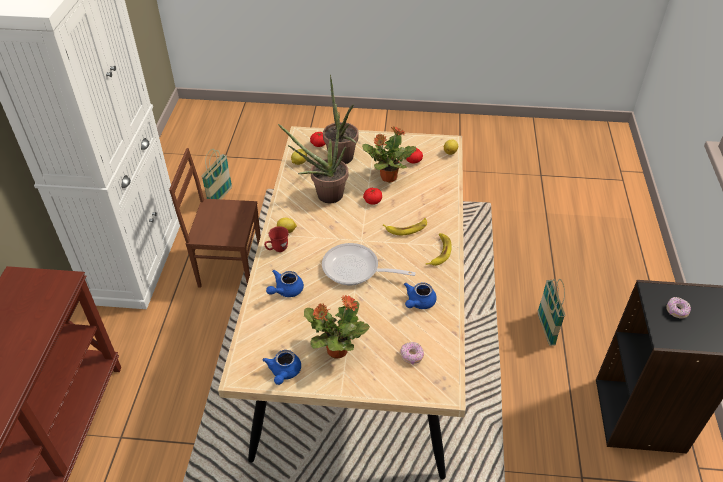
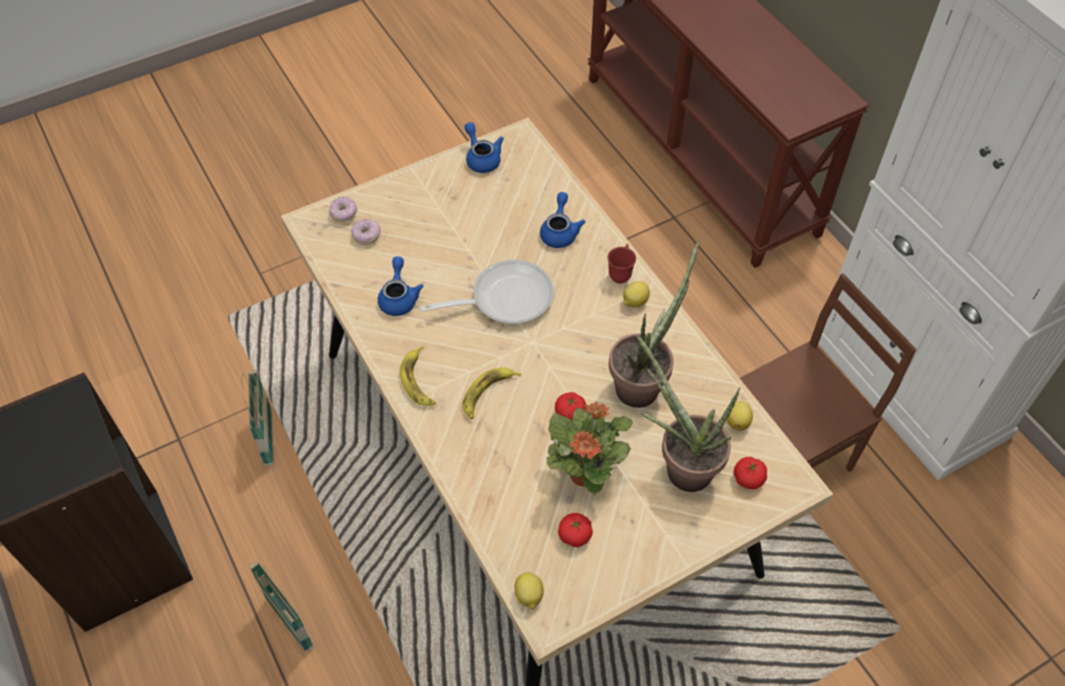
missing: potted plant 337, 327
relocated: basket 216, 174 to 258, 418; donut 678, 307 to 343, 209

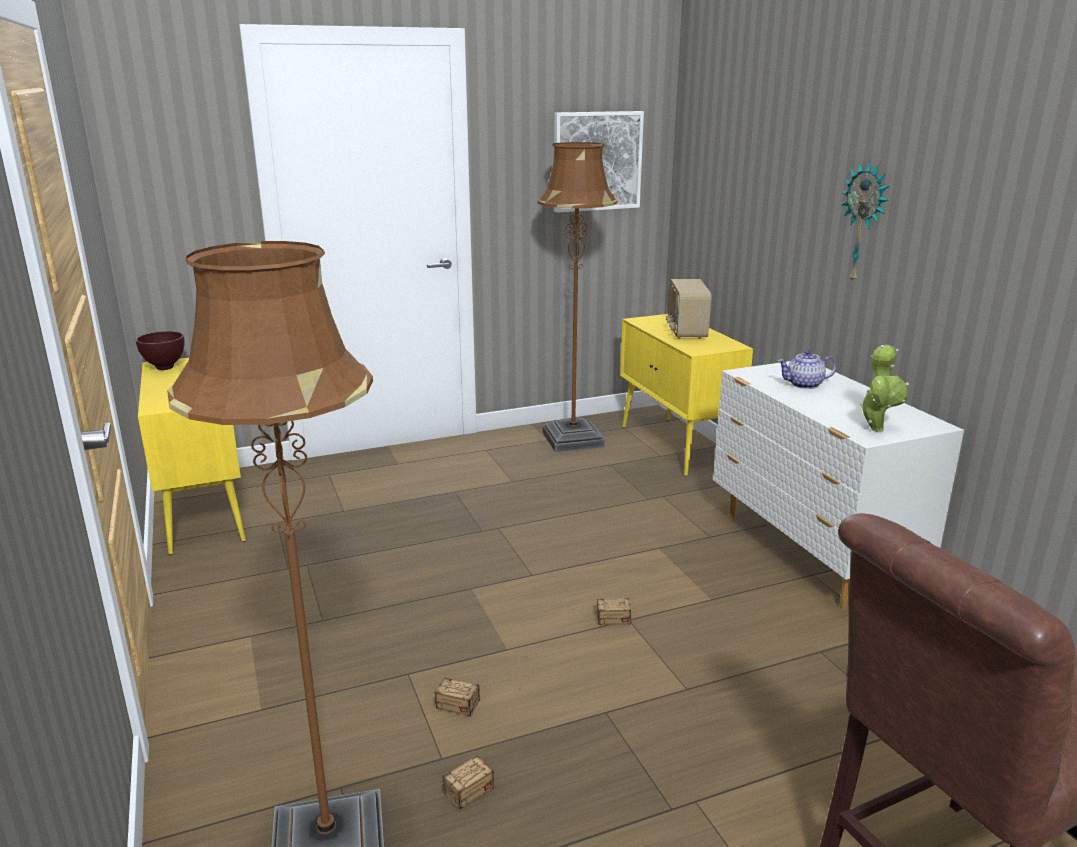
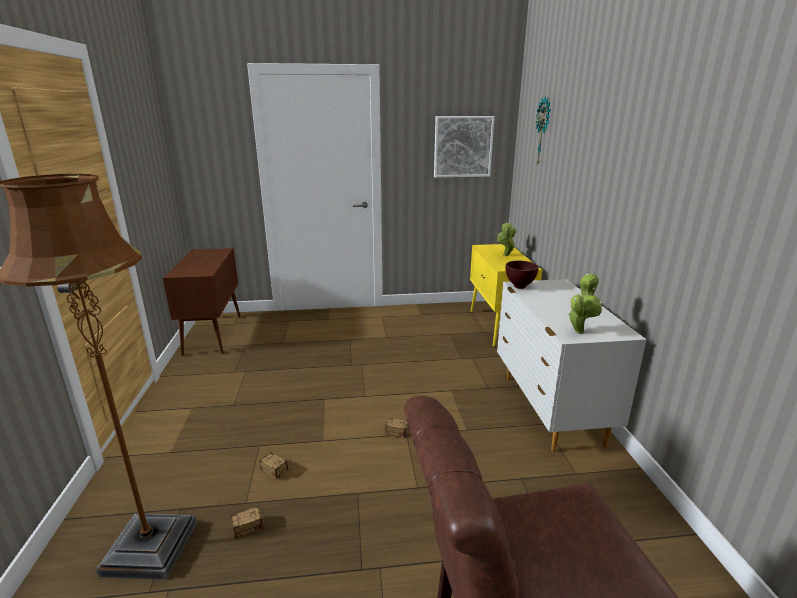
missing: brown floor lamp 577, 297; teapot 807, 369
relocated: brown bowl 160, 350 to 522, 275; wall clock 865, 221 to 543, 131
exchanged: radio 688, 309 to potted plant 506, 239
colour: yellow cabinet 192, 456 to brown cabinet 201, 302

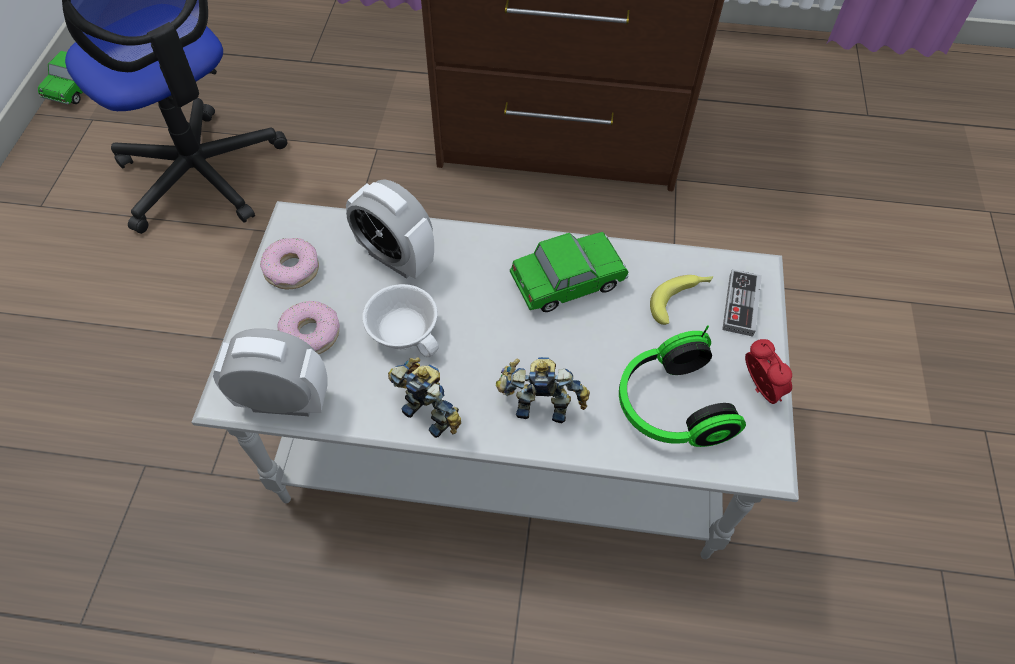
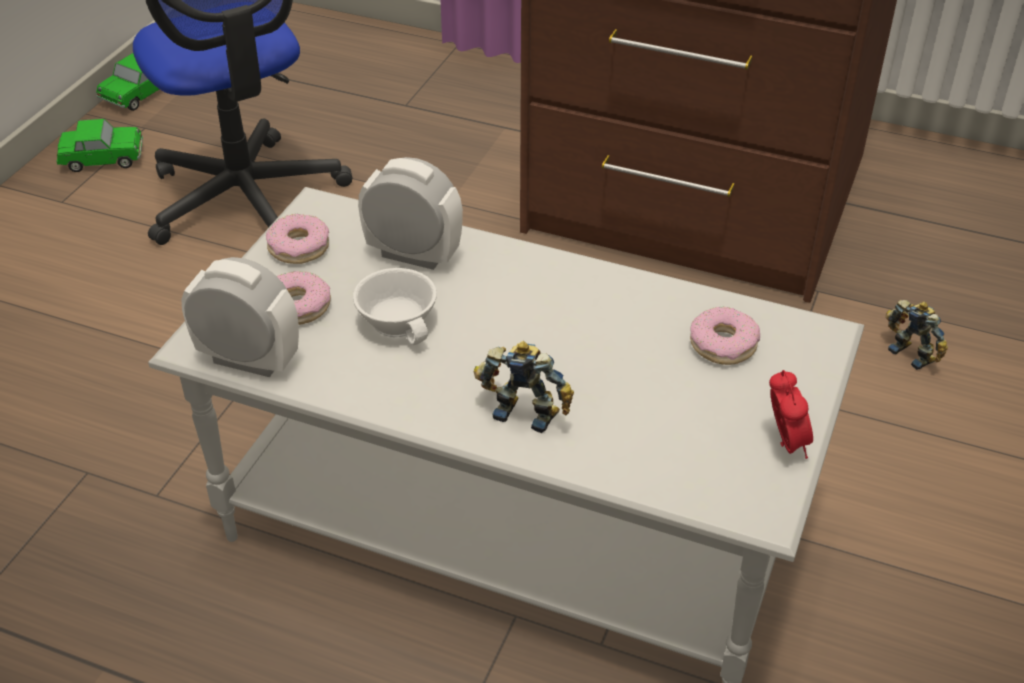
missing: headphones 682, 386; game controller 742, 303
relocated: toy robot 424, 398 to 916, 335; toy car 569, 272 to 100, 145
exchanged: banana 681, 300 to donut 725, 336
spun: alarm clock 390, 229 = 410, 213 150 degrees clockwise

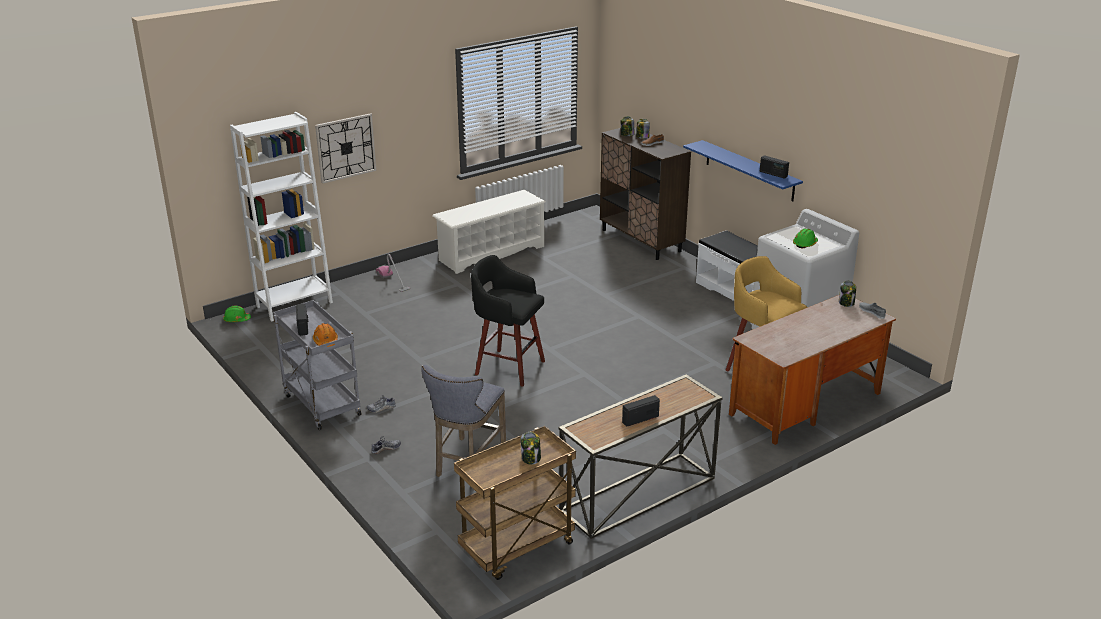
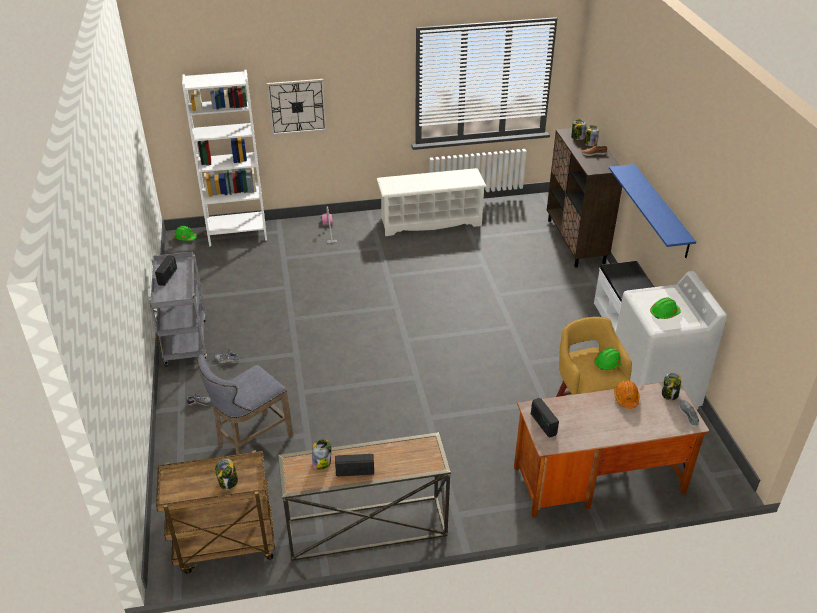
missing: black stool 508, 321
appeared: jar 321, 455; green hard hat 608, 359
relocated: orange hard hat 325, 335 to 627, 394; radio 774, 167 to 545, 418

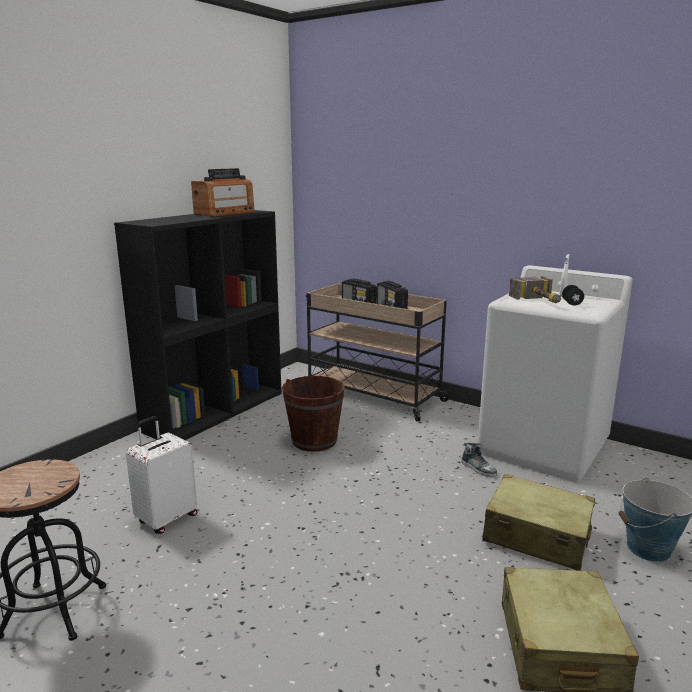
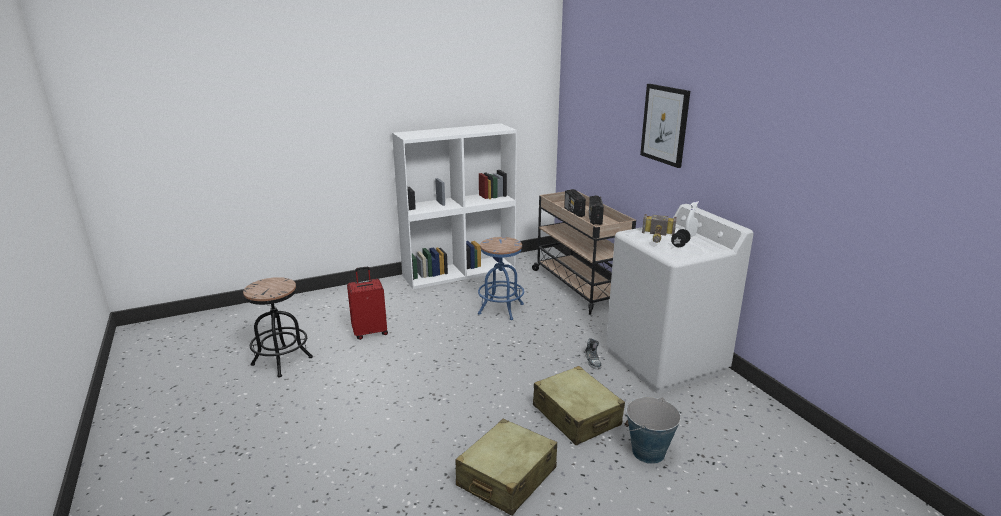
missing: radio 223, 192
appeared: picture 665, 126
exchanged: brown bucket 313, 414 to blue stool 501, 278
colour: black bookcase 198, 325 to white bookcase 454, 206; white suitcase 161, 475 to red suitcase 367, 303

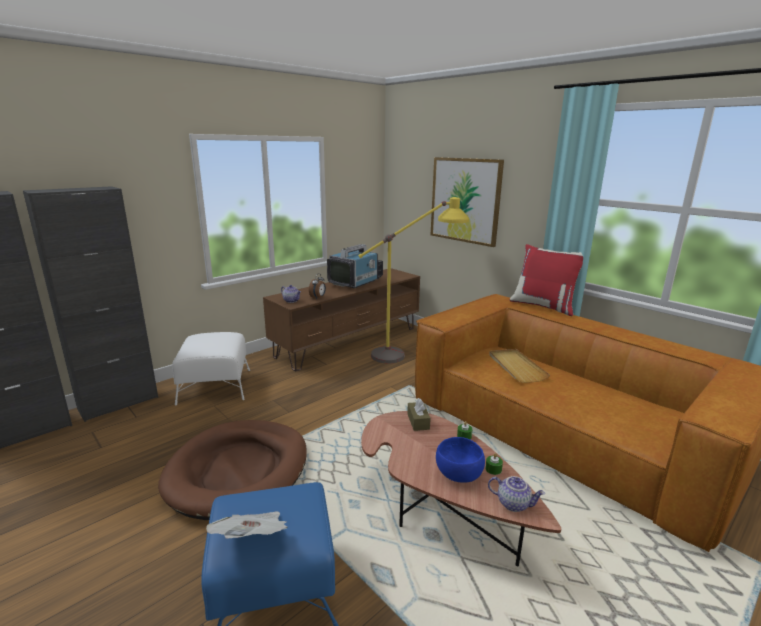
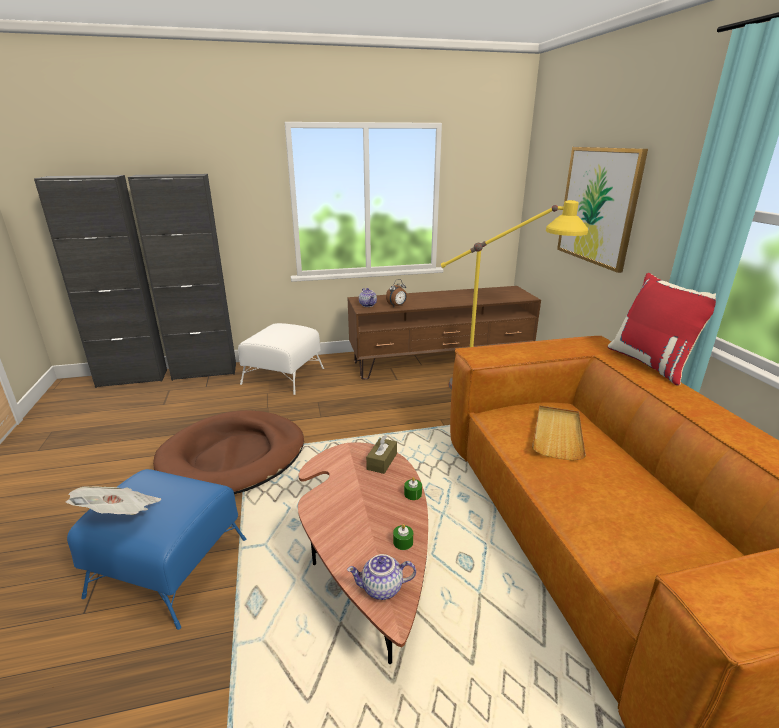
missing: television 355, 266; blue bowl 460, 460
spun: teapot 516, 494 = 381, 577 120 degrees clockwise

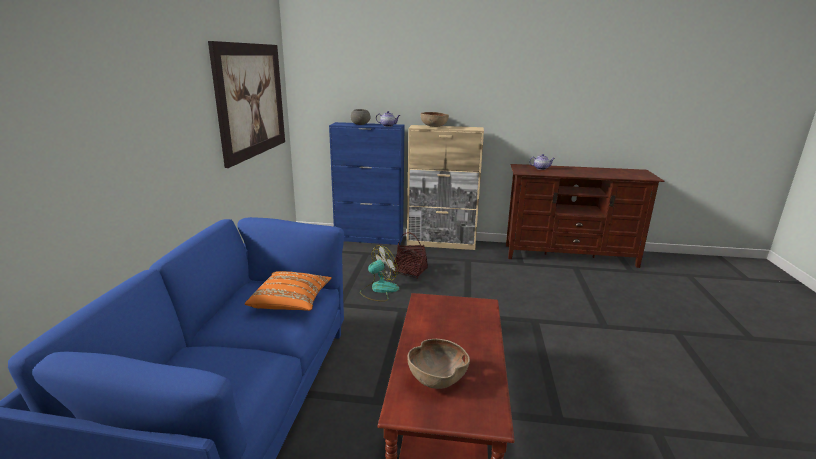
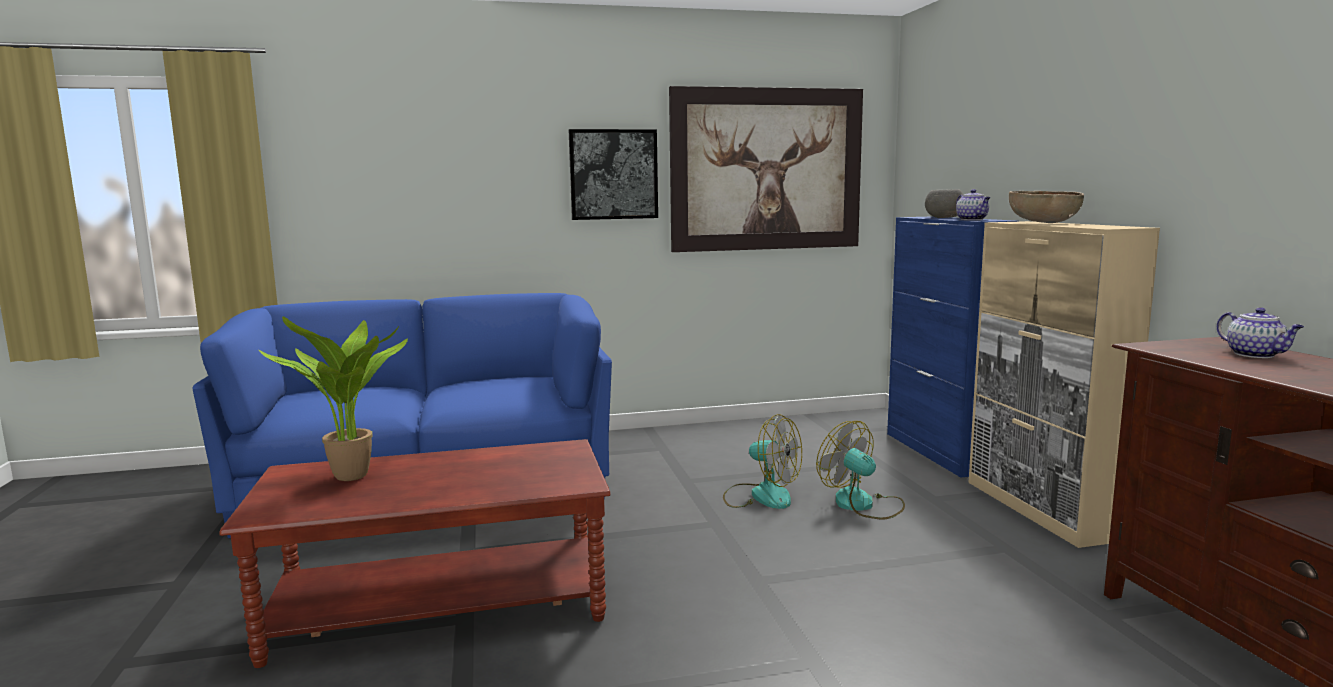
missing: orange pillow 288, 291
appeared: picture 613, 174
exchanged: basket 410, 255 to fan 860, 470; brown bowl 438, 364 to potted plant 333, 398

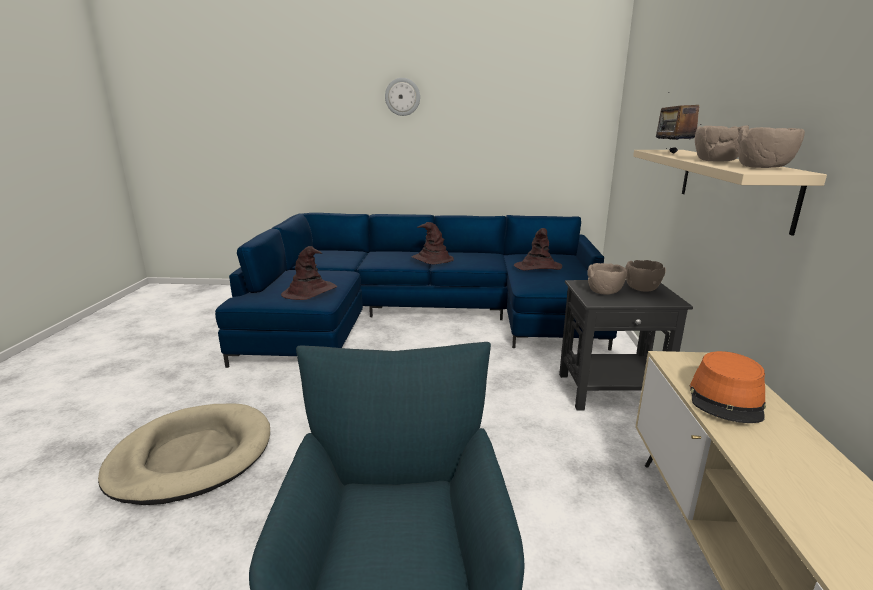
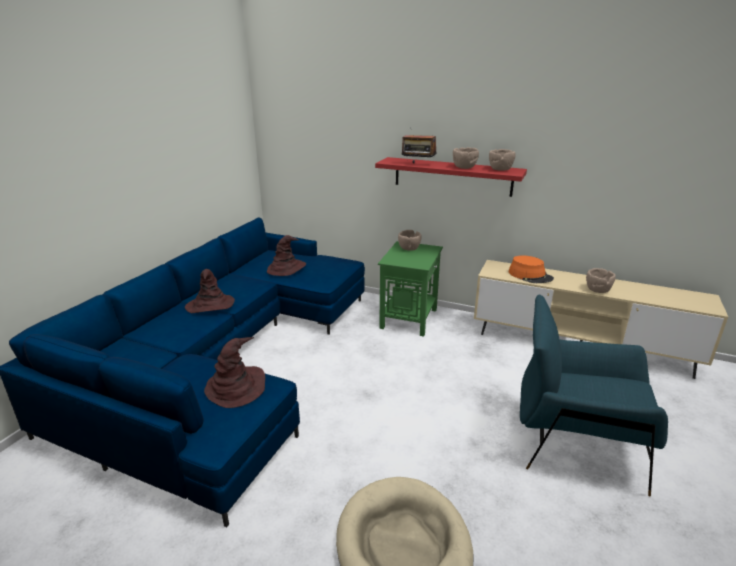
missing: wall clock 402, 97
relocated: brown bowl 607, 279 to 601, 280
colour: black side table 626, 345 to green side table 410, 288; beige shelf 730, 192 to red shelf 451, 177

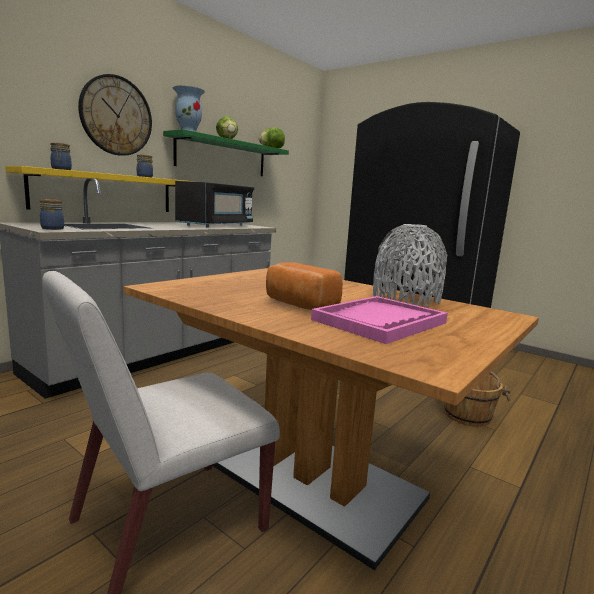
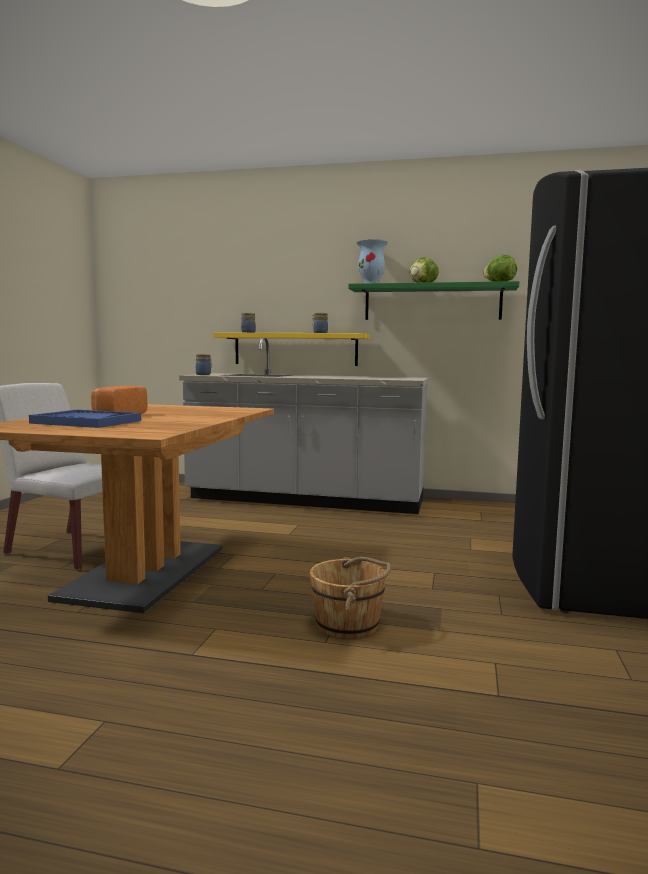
missing: wall clock 115, 115; black microwave 214, 204; grey vase 410, 265
colour: pink tray 379, 320 to blue tray 85, 419

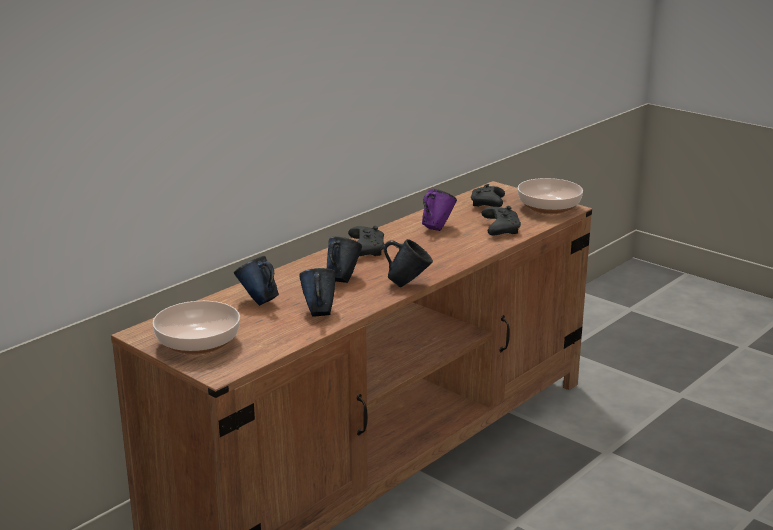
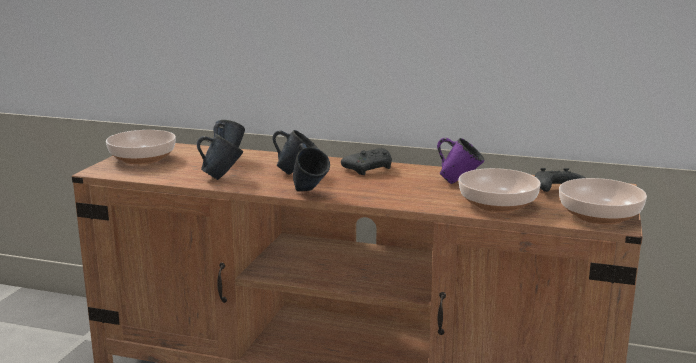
exchanged: black game controller 501, 220 to bowl 500, 190

